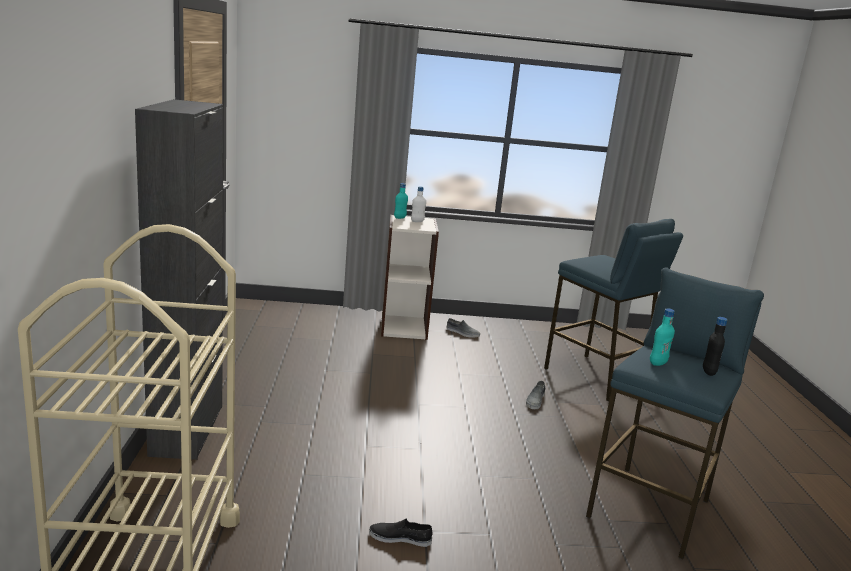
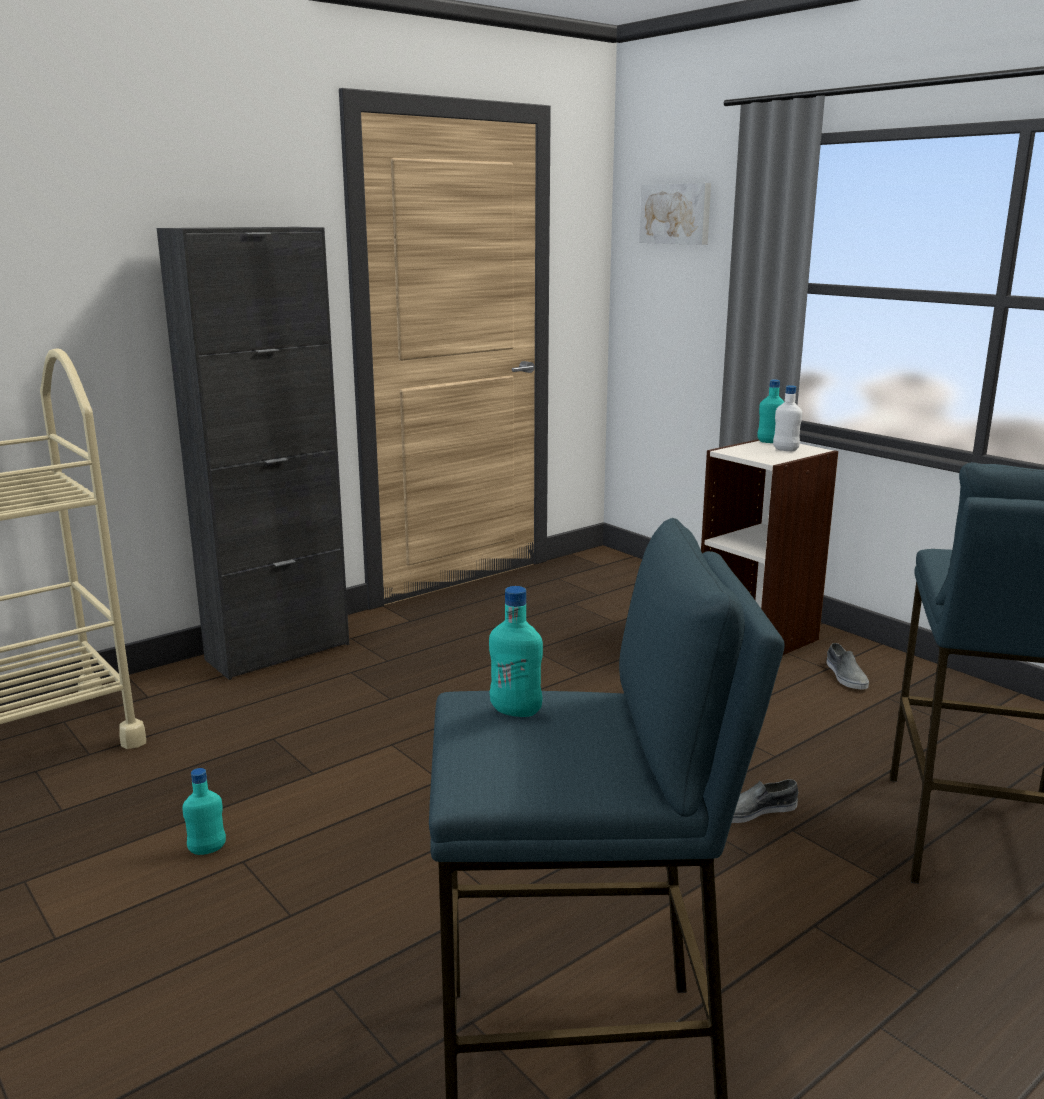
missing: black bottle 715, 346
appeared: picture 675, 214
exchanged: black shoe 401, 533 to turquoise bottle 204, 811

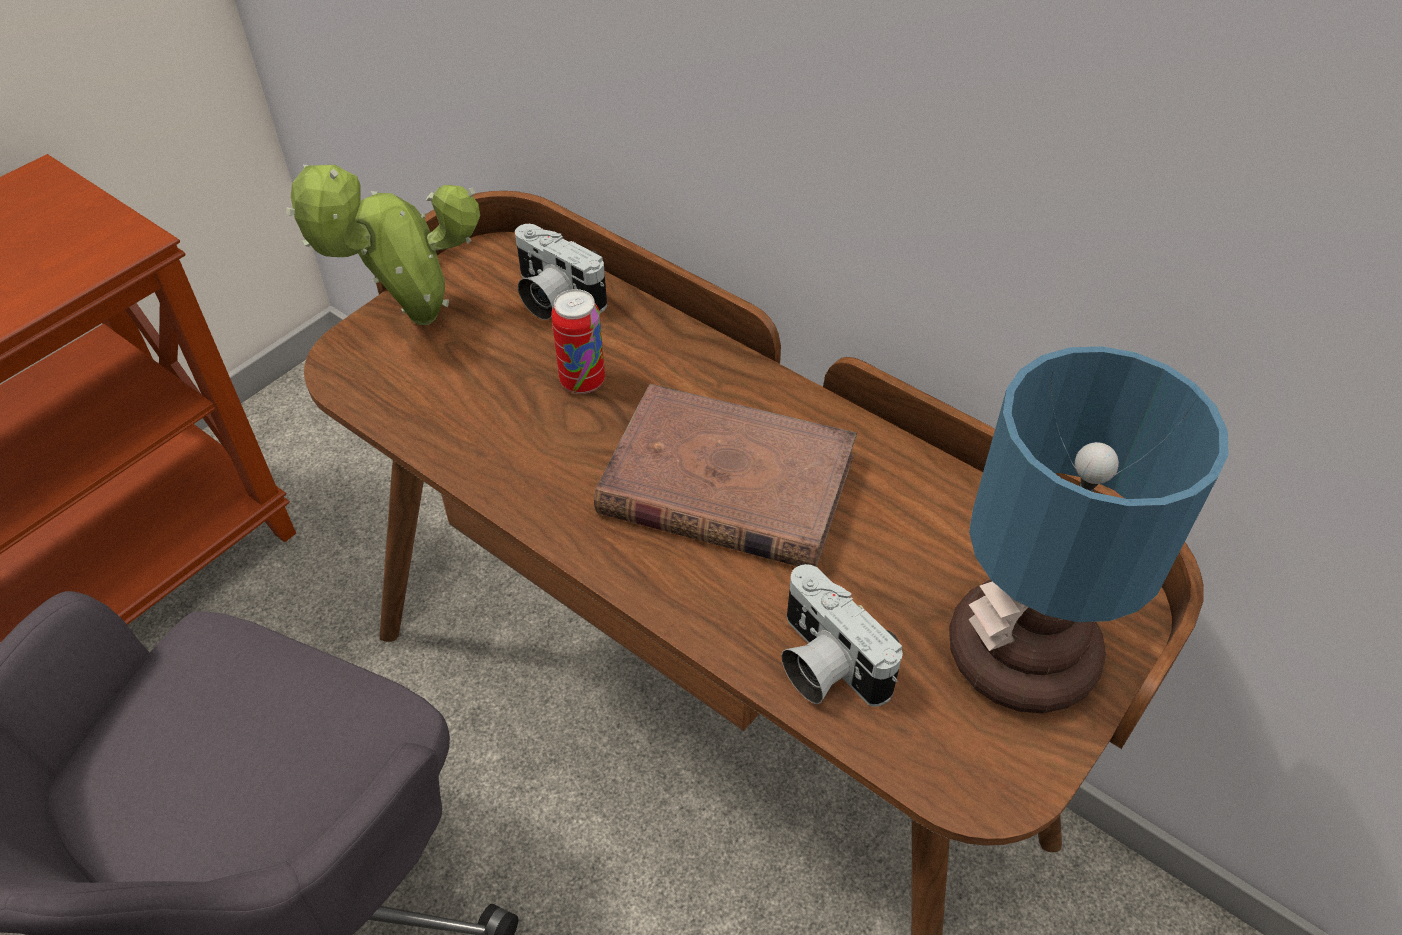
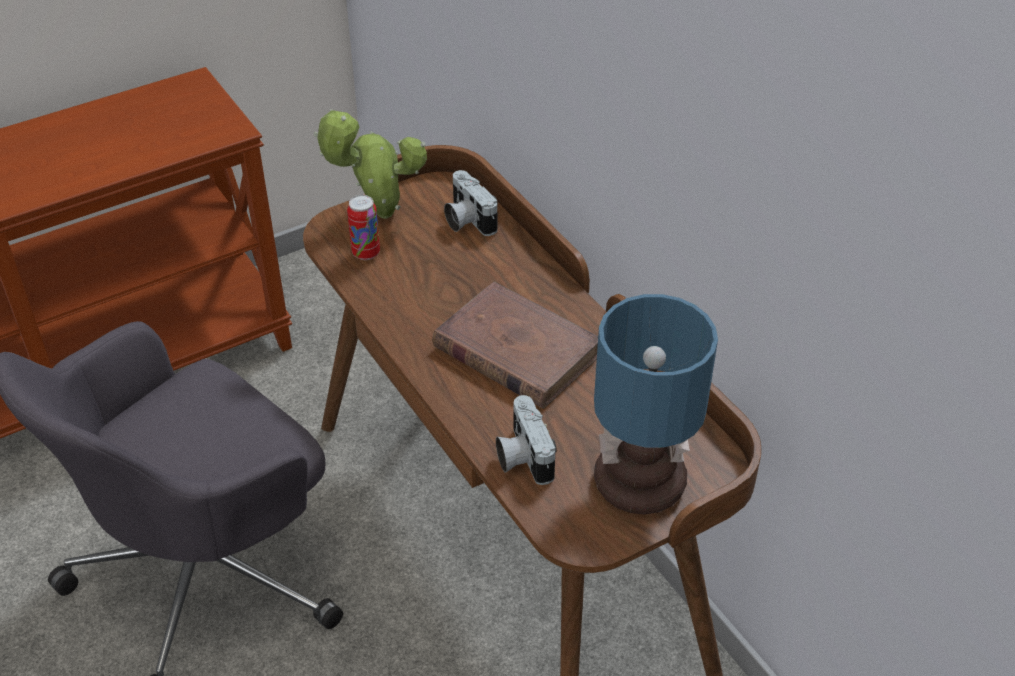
relocated: can 578, 341 to 363, 227

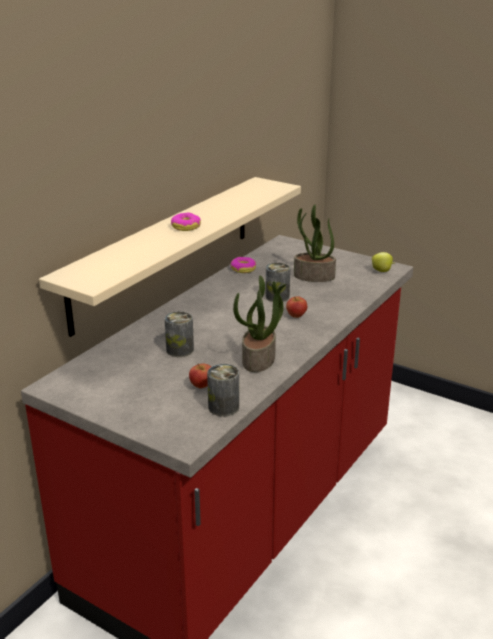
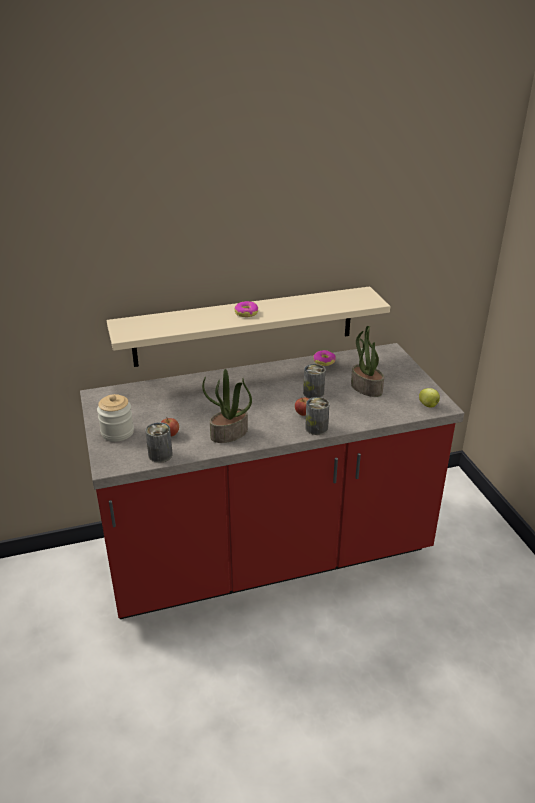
appeared: jar 115, 418
relocated: can 179, 334 to 317, 416

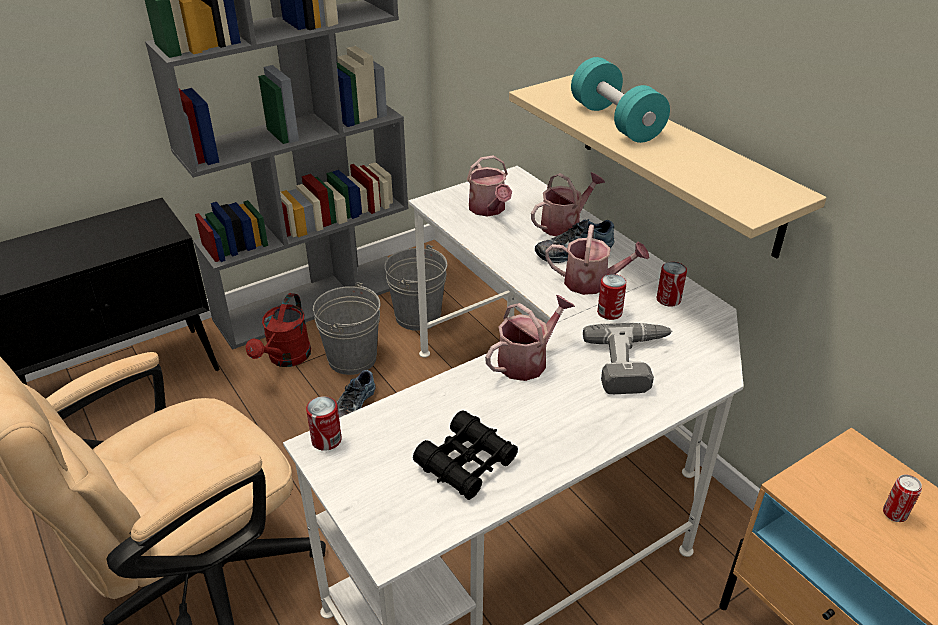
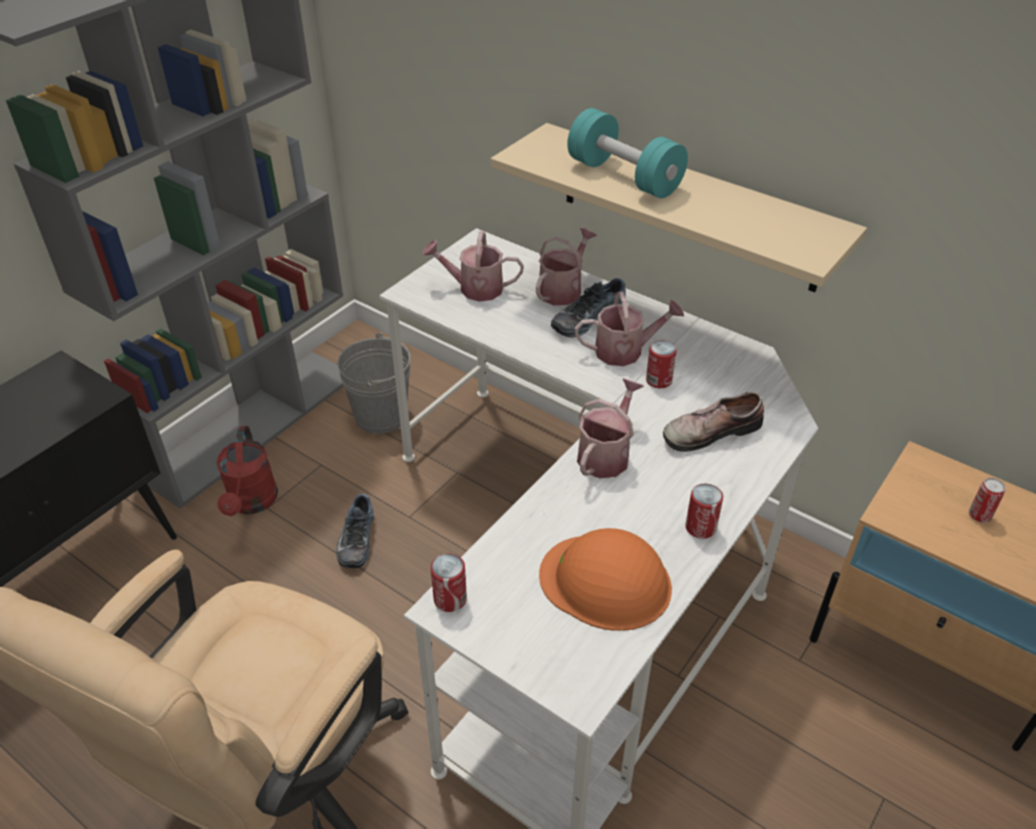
missing: grey bucket 346, 328
relocated: can 672, 284 to 704, 511
exchanged: black binoculars 465, 455 to orange hard hat 605, 579; power drill 628, 358 to shoe 713, 422
spun: watering can 489, 185 = 473, 266 135 degrees clockwise

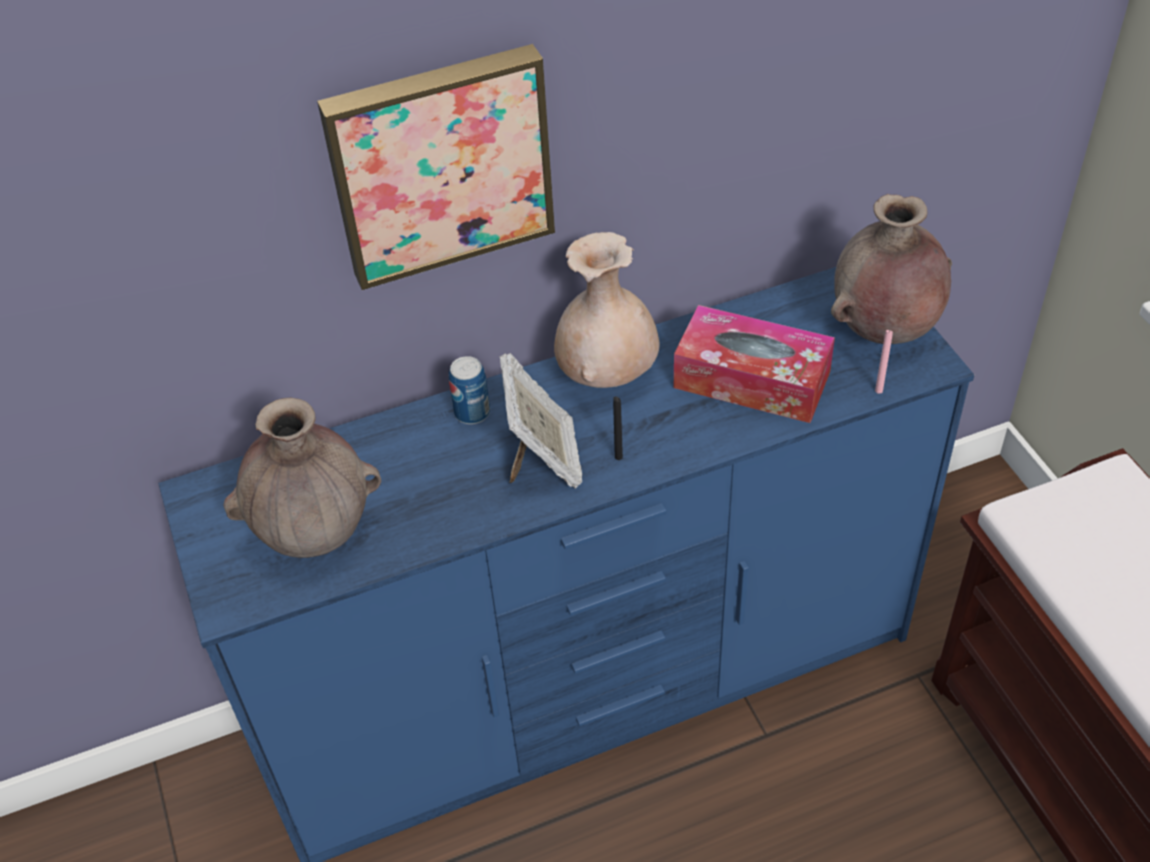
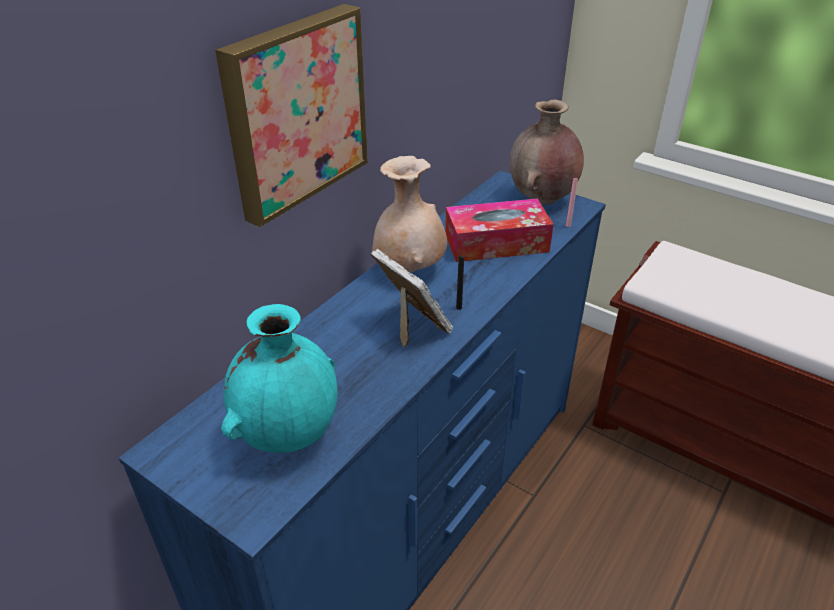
missing: can 469, 390
colour: brown vase 302, 477 to turquoise vase 279, 378

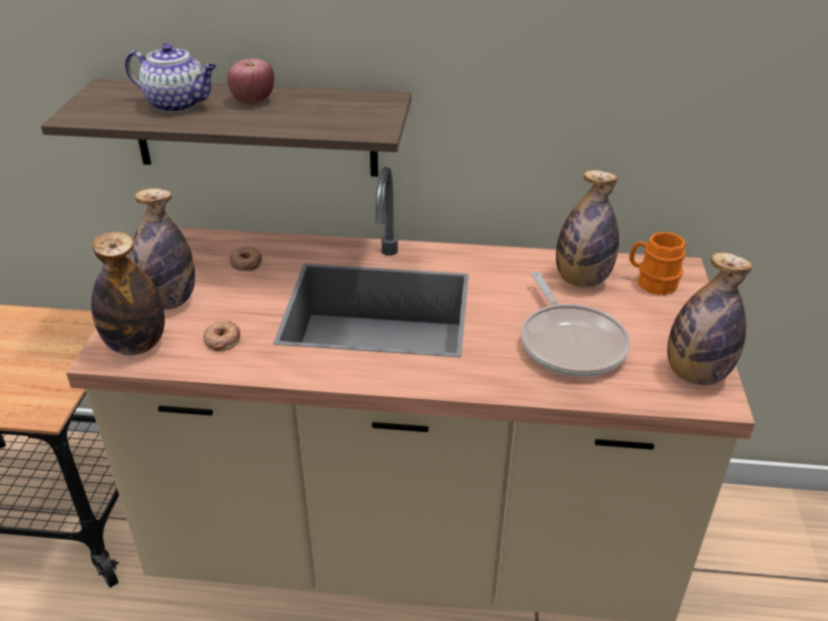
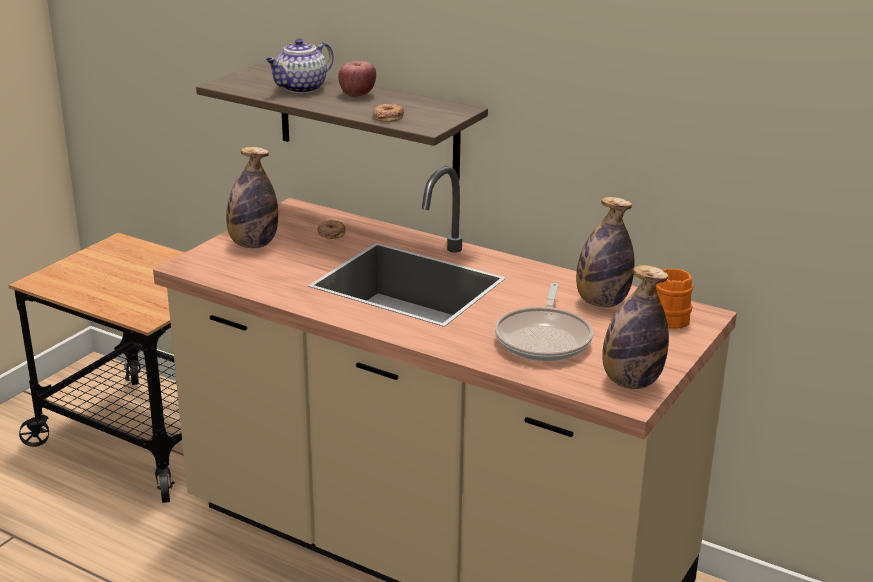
missing: bottle 128, 293
relocated: donut 221, 335 to 388, 112
spun: teapot 171, 78 = 300, 66 90 degrees clockwise

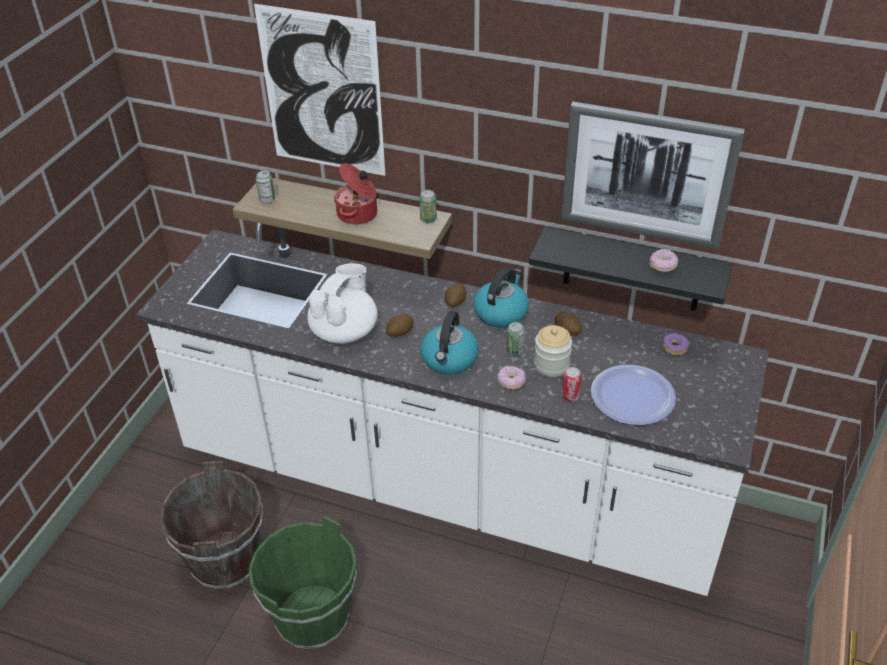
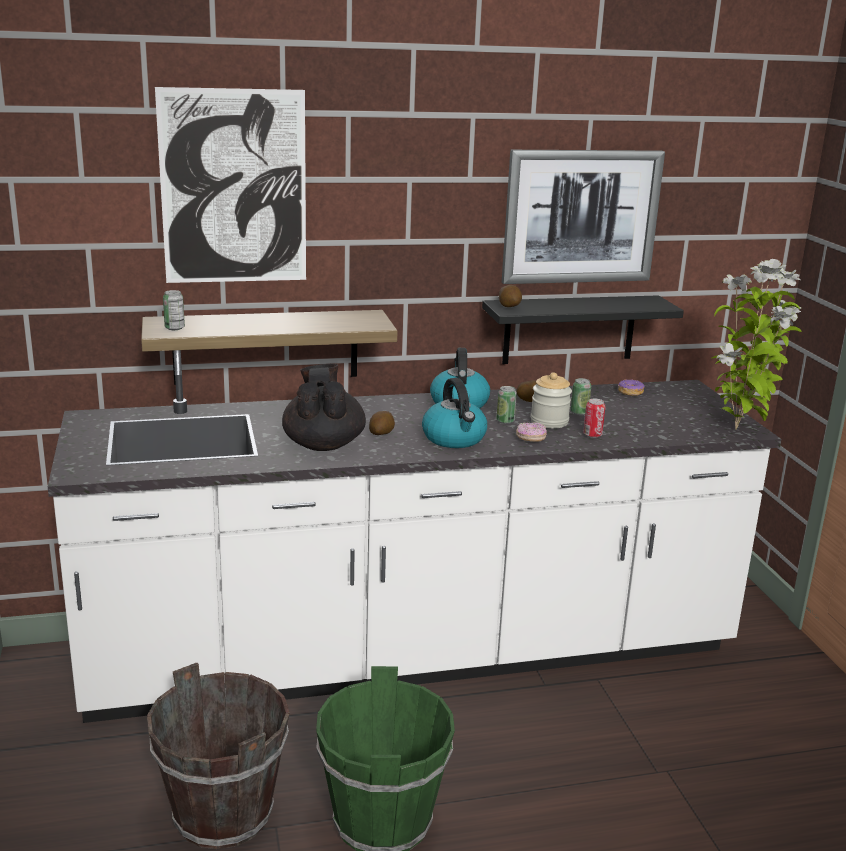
missing: cooking pot 355, 194; plate 633, 395; donut 663, 260
appeared: potted plant 757, 344
relocated: can 428, 206 to 581, 396; potato 455, 295 to 510, 296
colour: white teapot 342, 303 to black teapot 324, 407

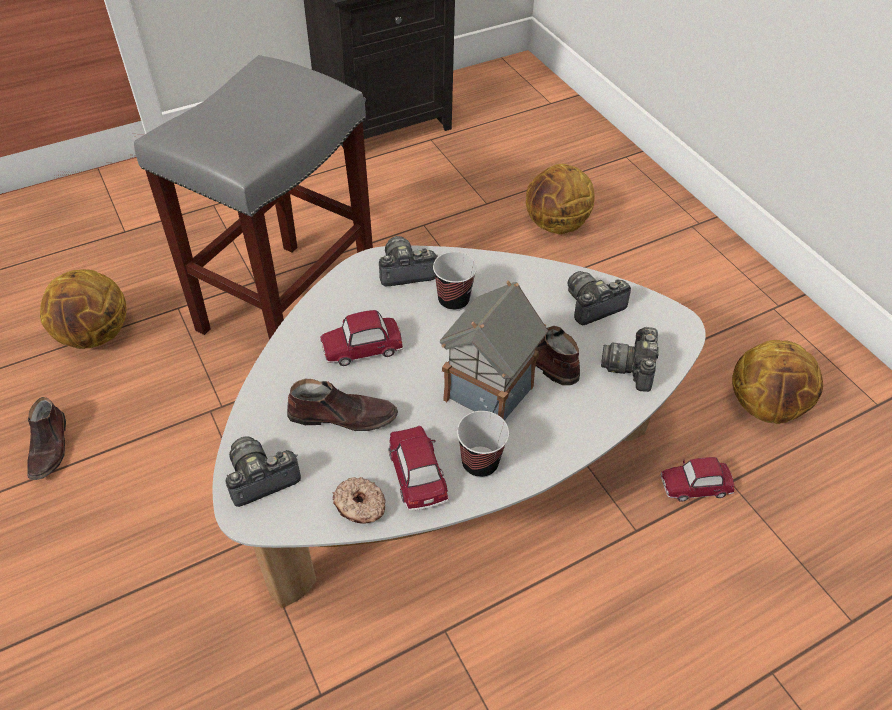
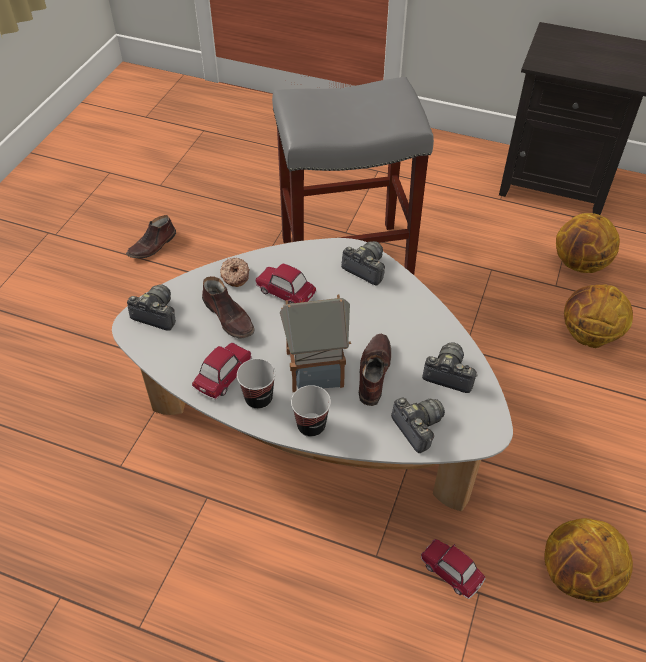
relocated: basketball 83, 309 to 588, 243; donut 359, 500 to 235, 272; cup 455, 281 to 311, 411
spun: photo camera 630, 359 = 418, 425 90 degrees clockwise

